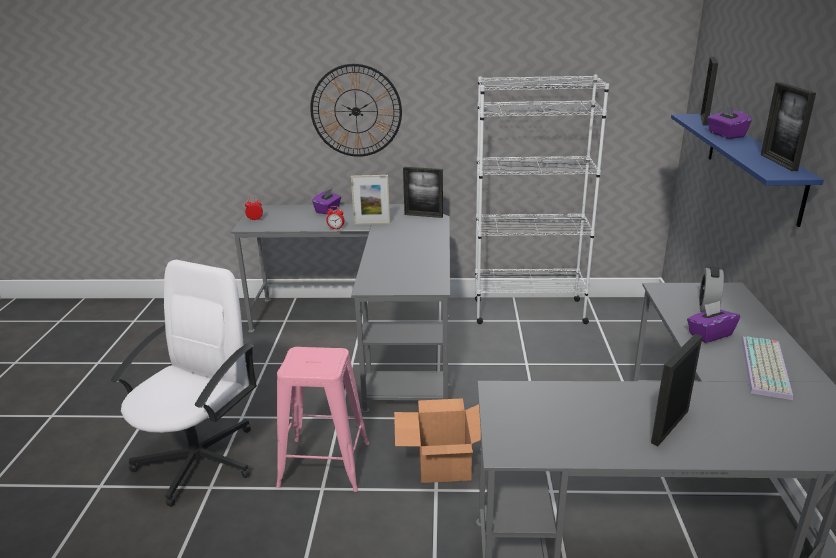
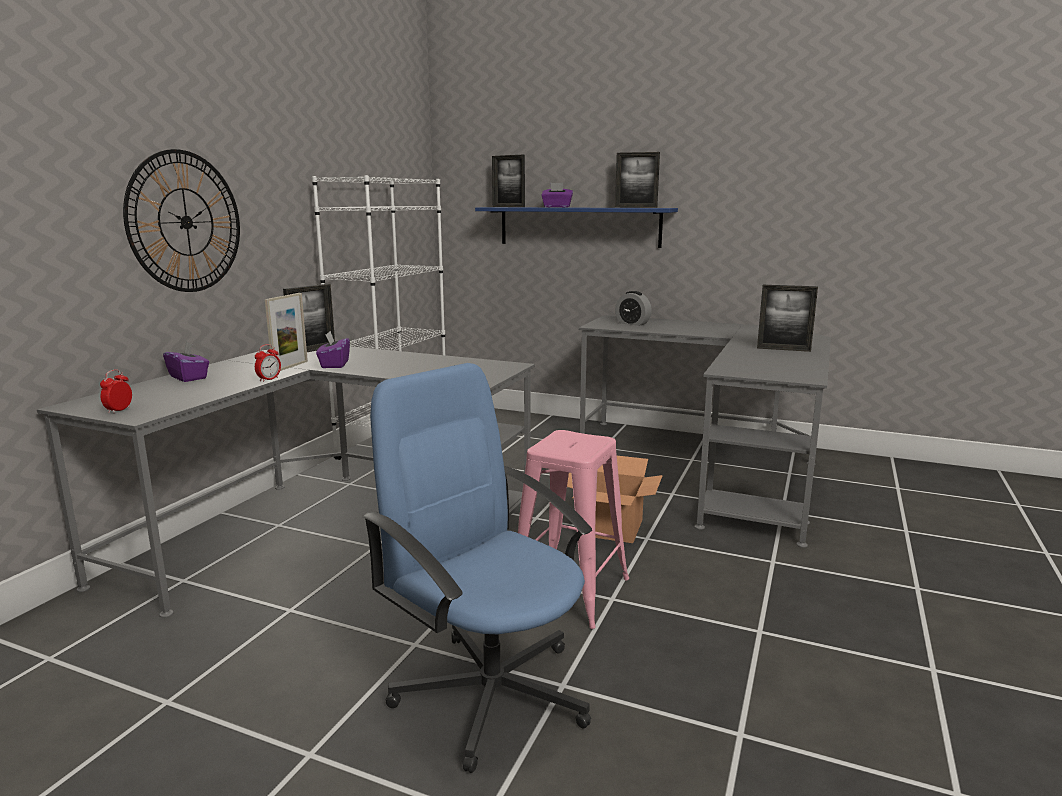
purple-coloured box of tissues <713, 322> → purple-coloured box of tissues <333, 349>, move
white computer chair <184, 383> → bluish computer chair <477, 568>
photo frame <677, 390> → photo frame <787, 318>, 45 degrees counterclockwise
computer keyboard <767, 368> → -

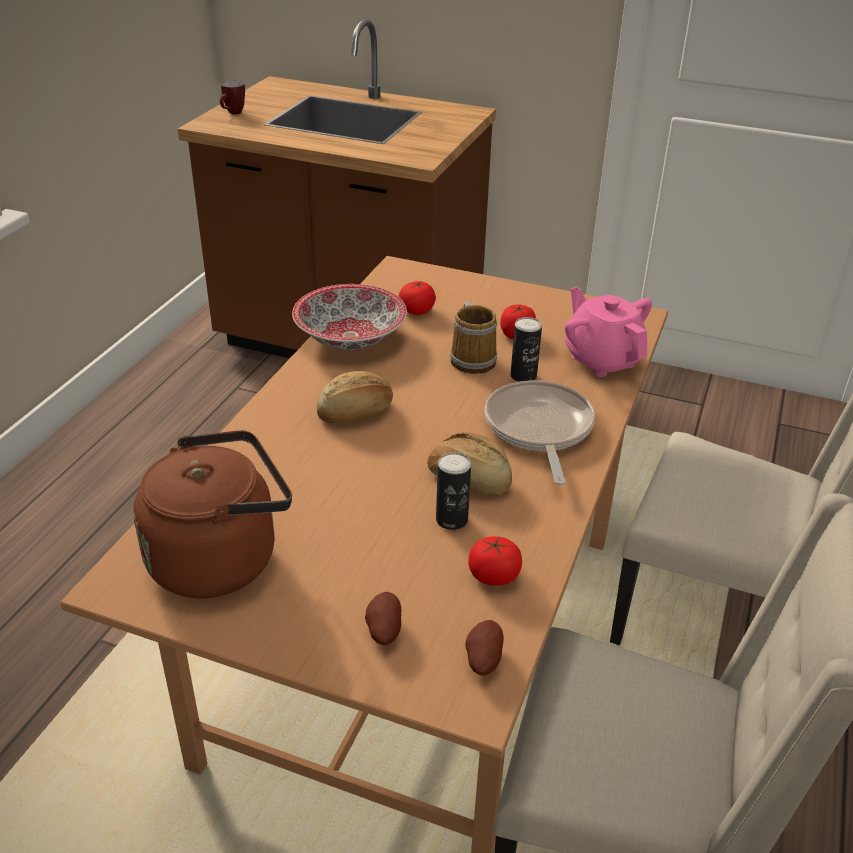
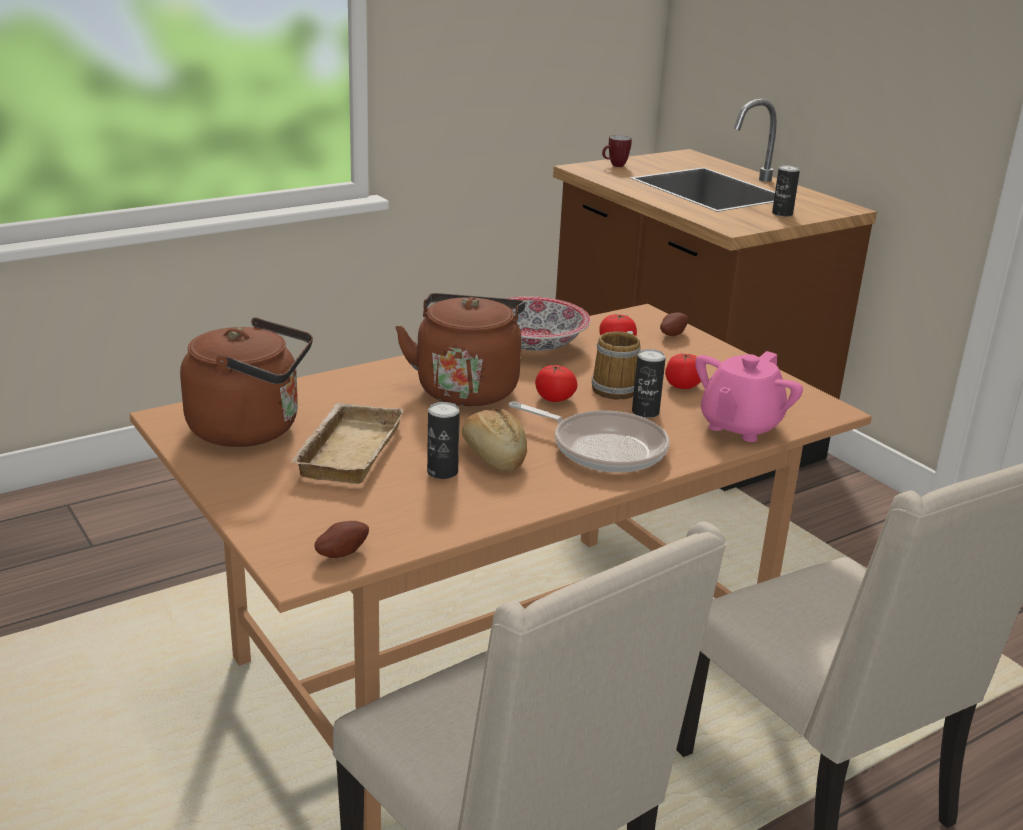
- → sand-coloured serving tray <347, 443>
baked bread <354, 397> → brown water kettle <460, 349>
skillet <540, 432> → skillet <589, 437>, 90 degrees clockwise
tomato <495, 561> → tomato <556, 383>, move
whole potato <383, 618> → whole potato <674, 324>, move
pinkish teapot <608, 332> → pinkish teapot <749, 396>, 150 degrees counterclockwise
- → can <786, 191>

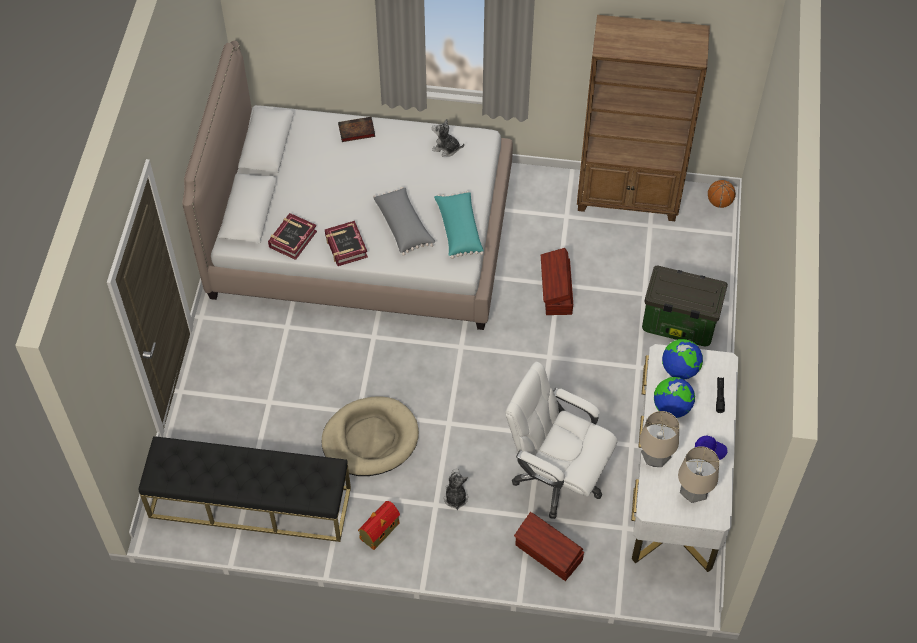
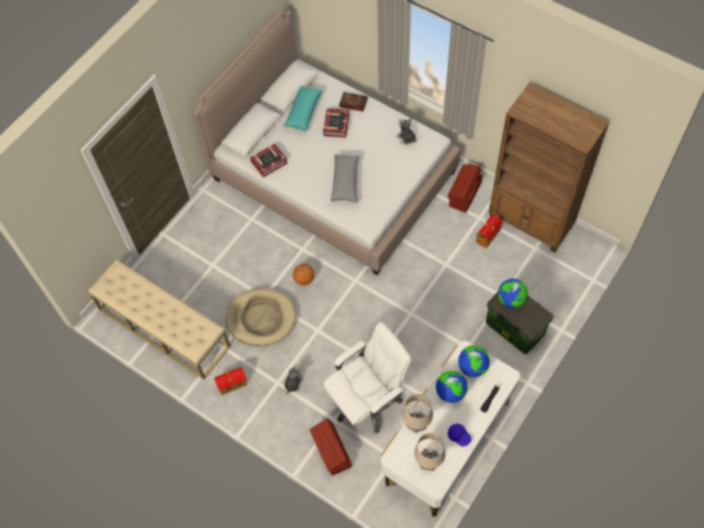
black-coloured indoor bench <245, 489> → sand-coloured indoor bench <159, 319>
blue-green pillow <459, 225> → blue-green pillow <303, 110>, move
ball for basketball <722, 194> → ball for basketball <304, 275>, move
book <346, 243> → book <336, 123>, move
white computer chair <562, 440> → white computer chair <367, 377>, 90 degrees clockwise
brown storage bin <557, 281> → brown storage bin <465, 188>, move
- → miniature house <489, 231>
- → desk globe <513, 293>

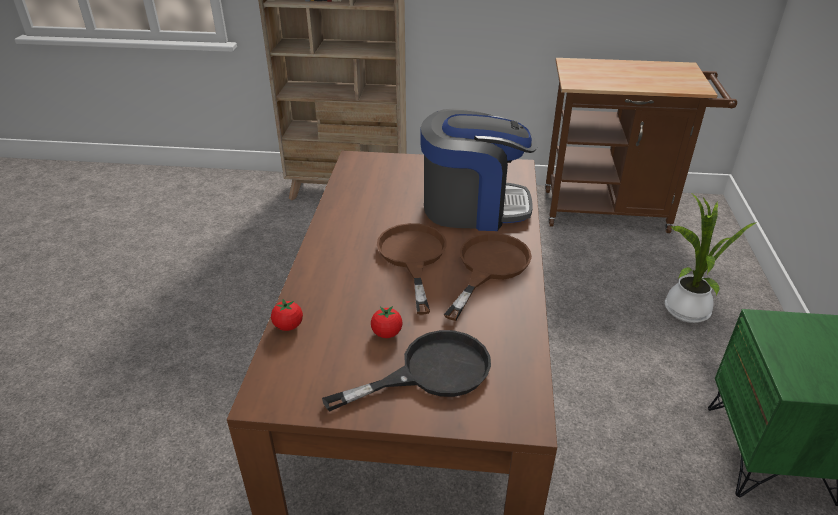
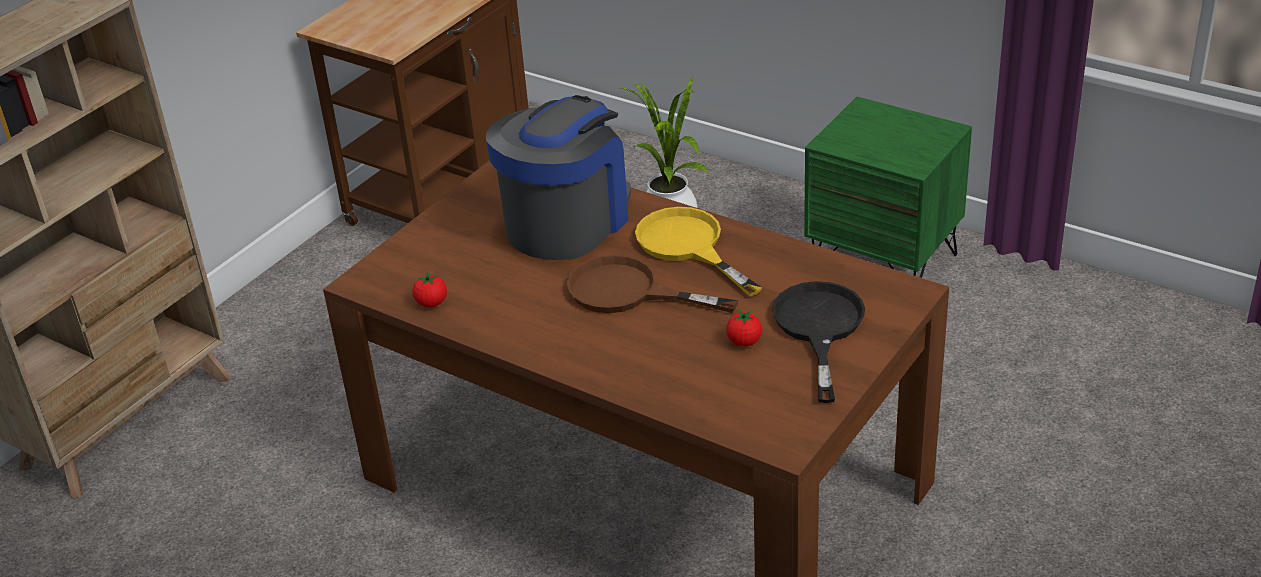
tomato <287, 315> → tomato <429, 289>, move
brown skillet <488, 277> → yellow-coloured skillet <698, 251>

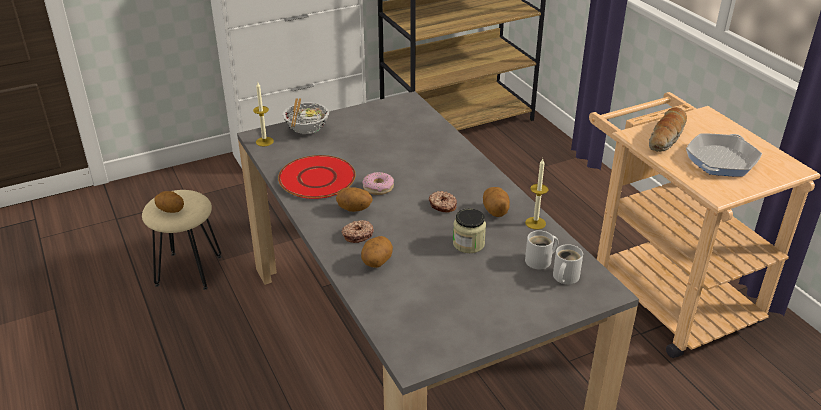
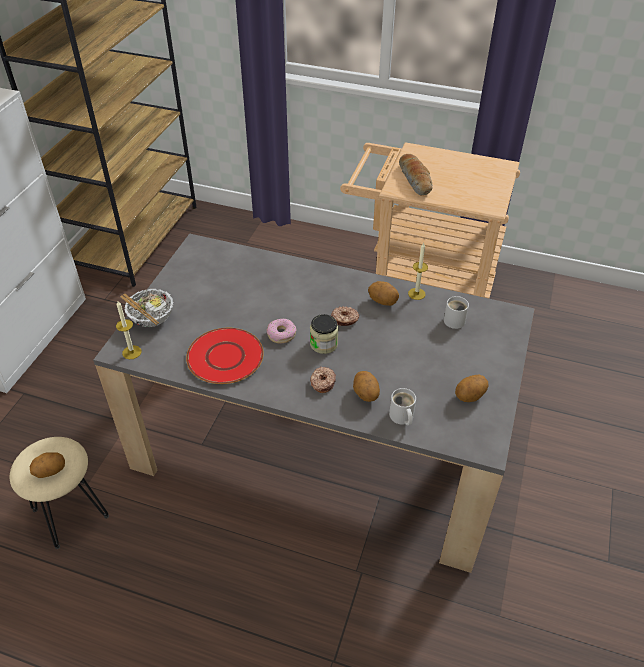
preserve jar <469, 230> → preserve jar <324, 334>, move
white mug <568, 264> → white mug <402, 407>, move
whole potato <354, 199> → whole potato <472, 388>, move
skillet <724, 155> → -

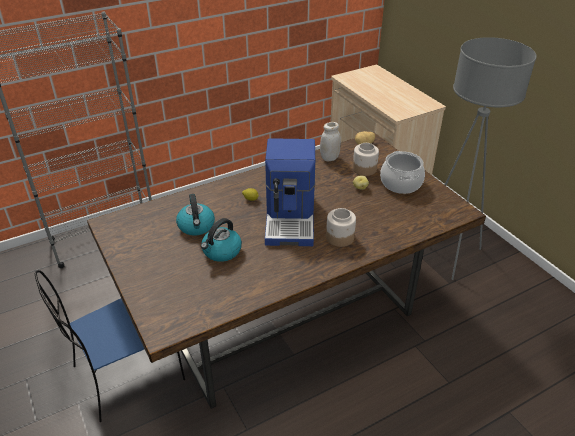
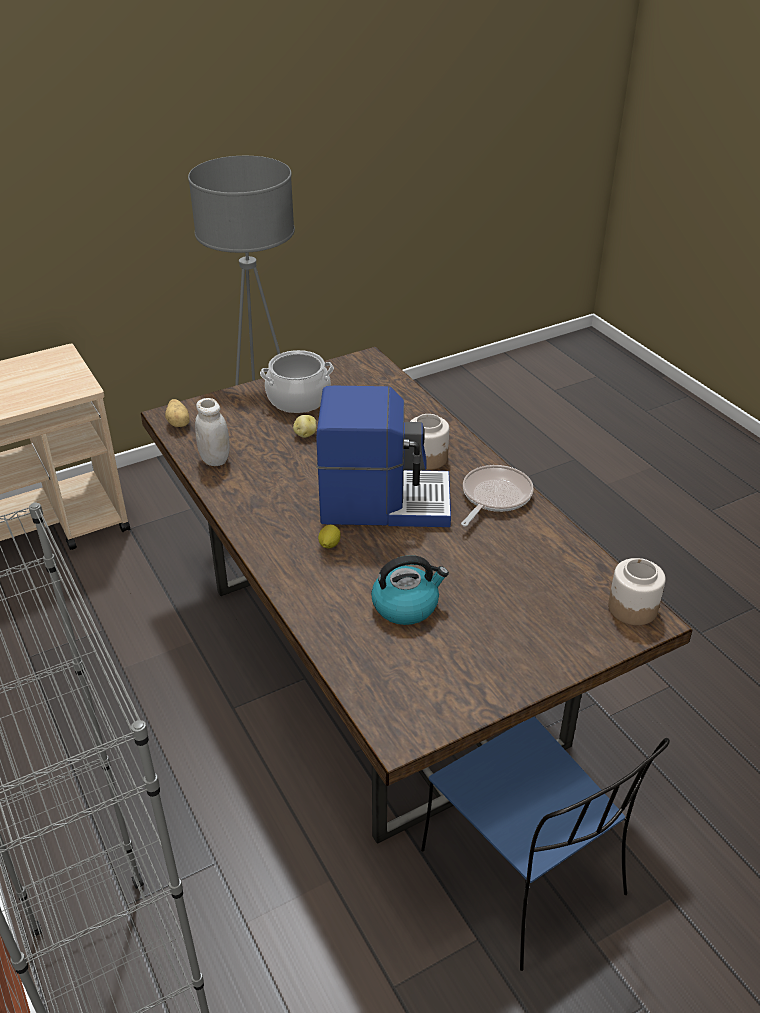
- → skillet <497, 495>
preserve jar <366, 159> → preserve jar <637, 591>, move
water kettle <221, 240> → -

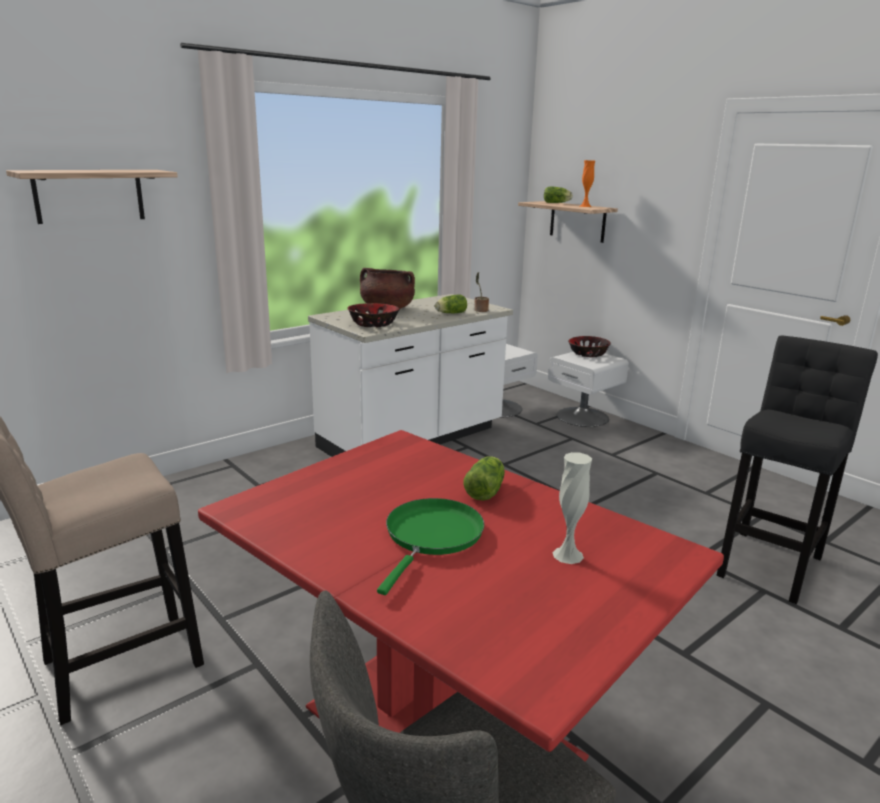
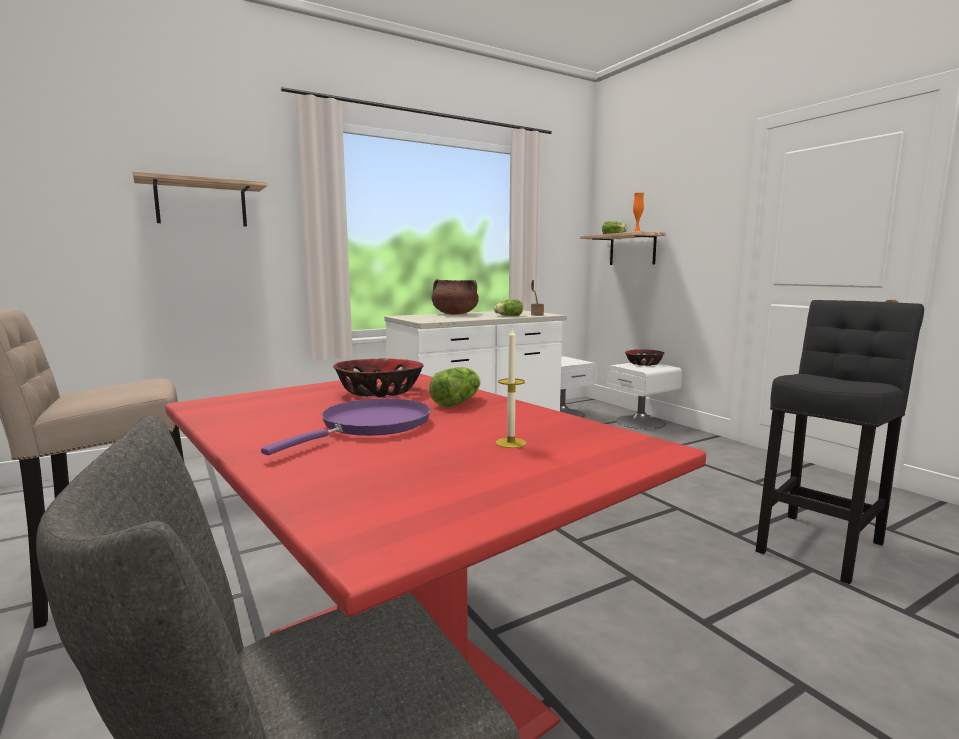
green skillet <430, 546> → purple-coloured skillet <346, 426>
serving bowl <373, 315> → serving bowl <378, 378>, move
white flower vase <572, 508> → candle <511, 388>

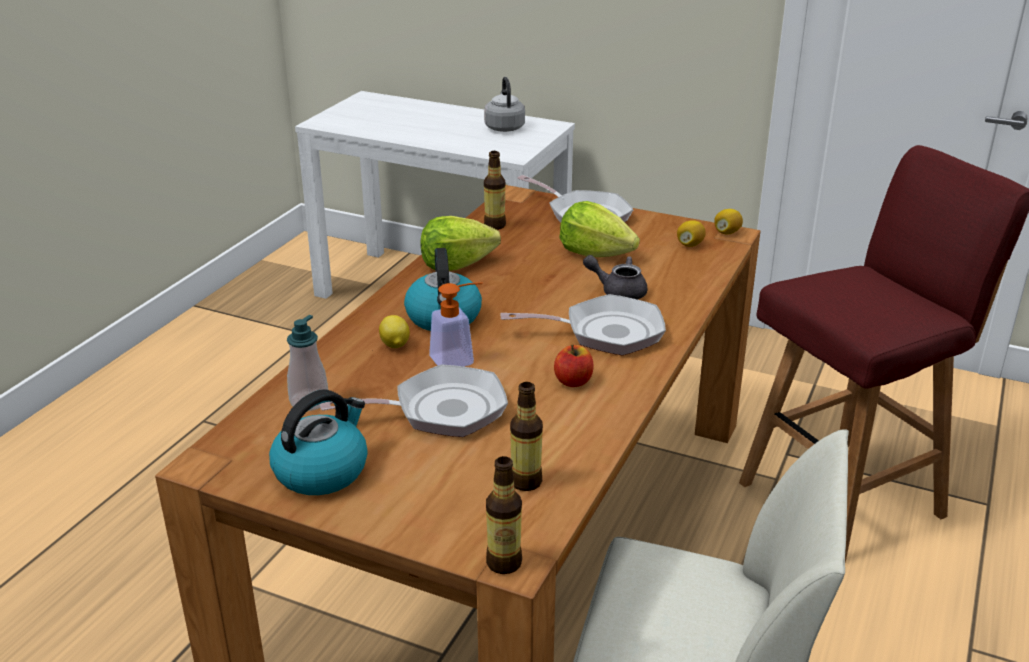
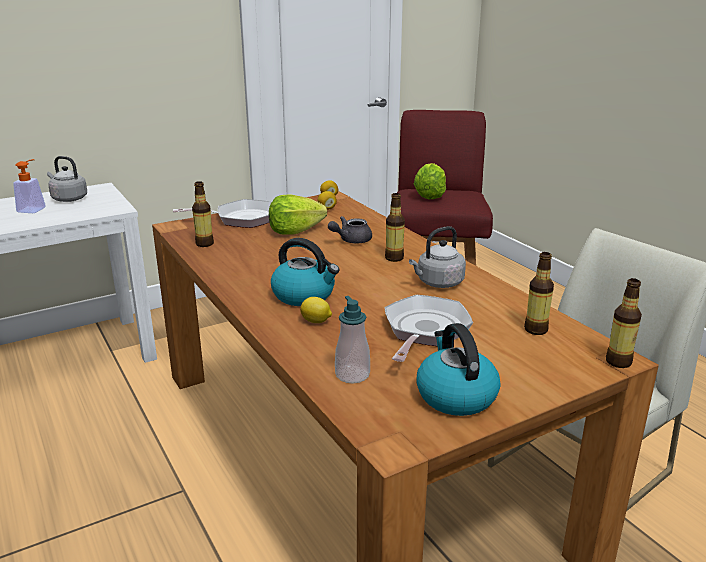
soap dispenser <456, 324> → soap dispenser <29, 186>, move
skillet <583, 324> → beverage bottle <395, 227>
apple <573, 366> → grey water kettle <437, 257>
lettuce <461, 243> → lettuce <430, 181>, move

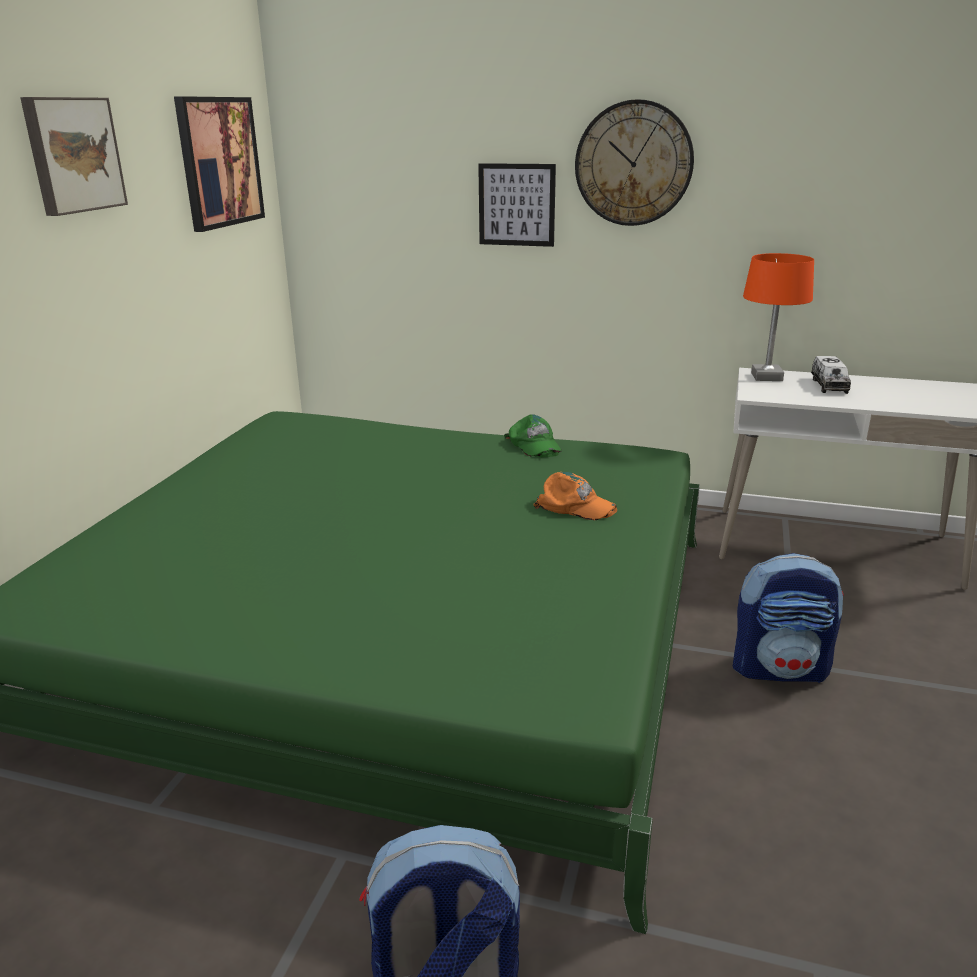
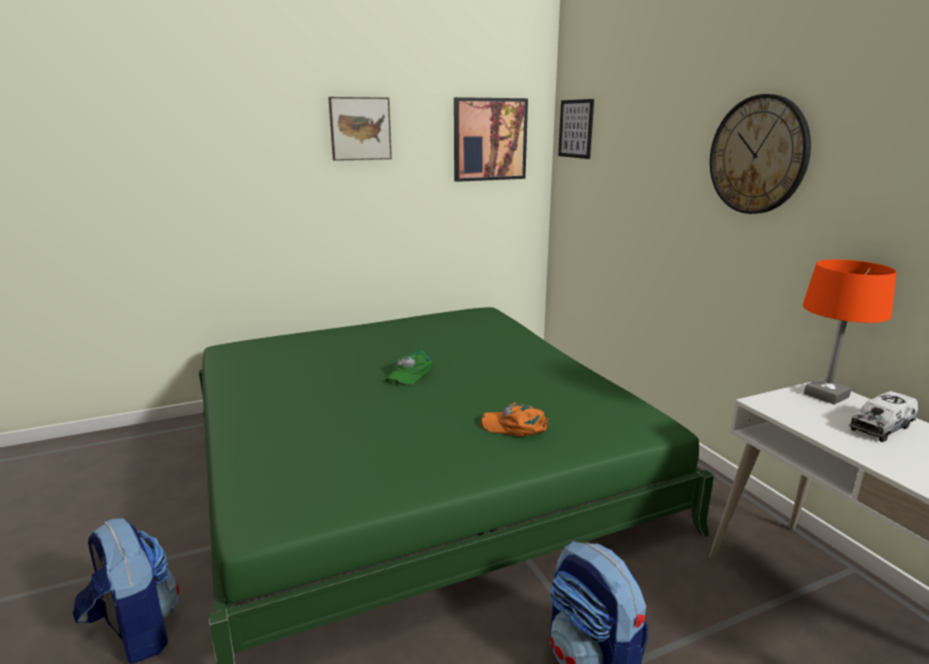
green cap <532, 435> → green cap <409, 368>, move
orangey cap <575, 496> → orangey cap <514, 420>, 120 degrees clockwise
picture <517, 205> → picture <576, 129>, move

